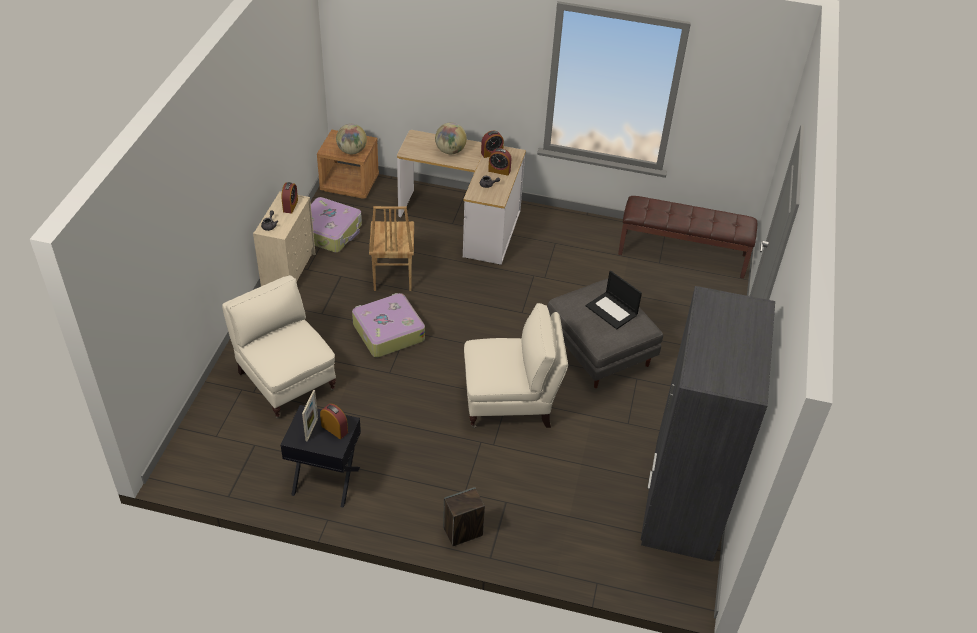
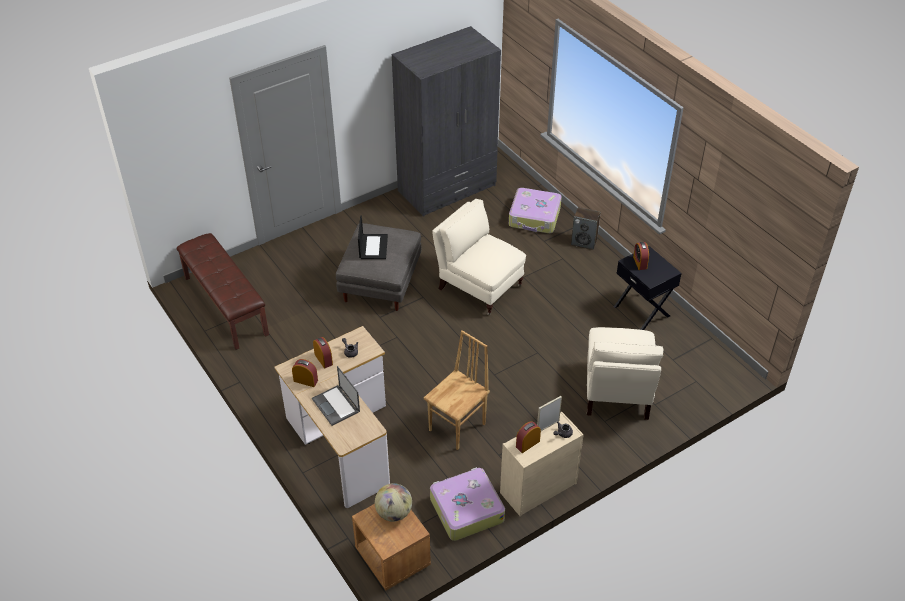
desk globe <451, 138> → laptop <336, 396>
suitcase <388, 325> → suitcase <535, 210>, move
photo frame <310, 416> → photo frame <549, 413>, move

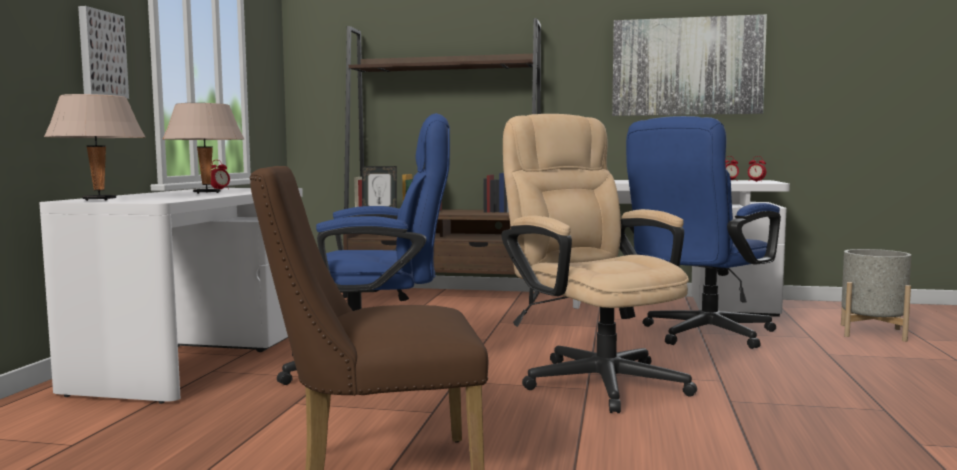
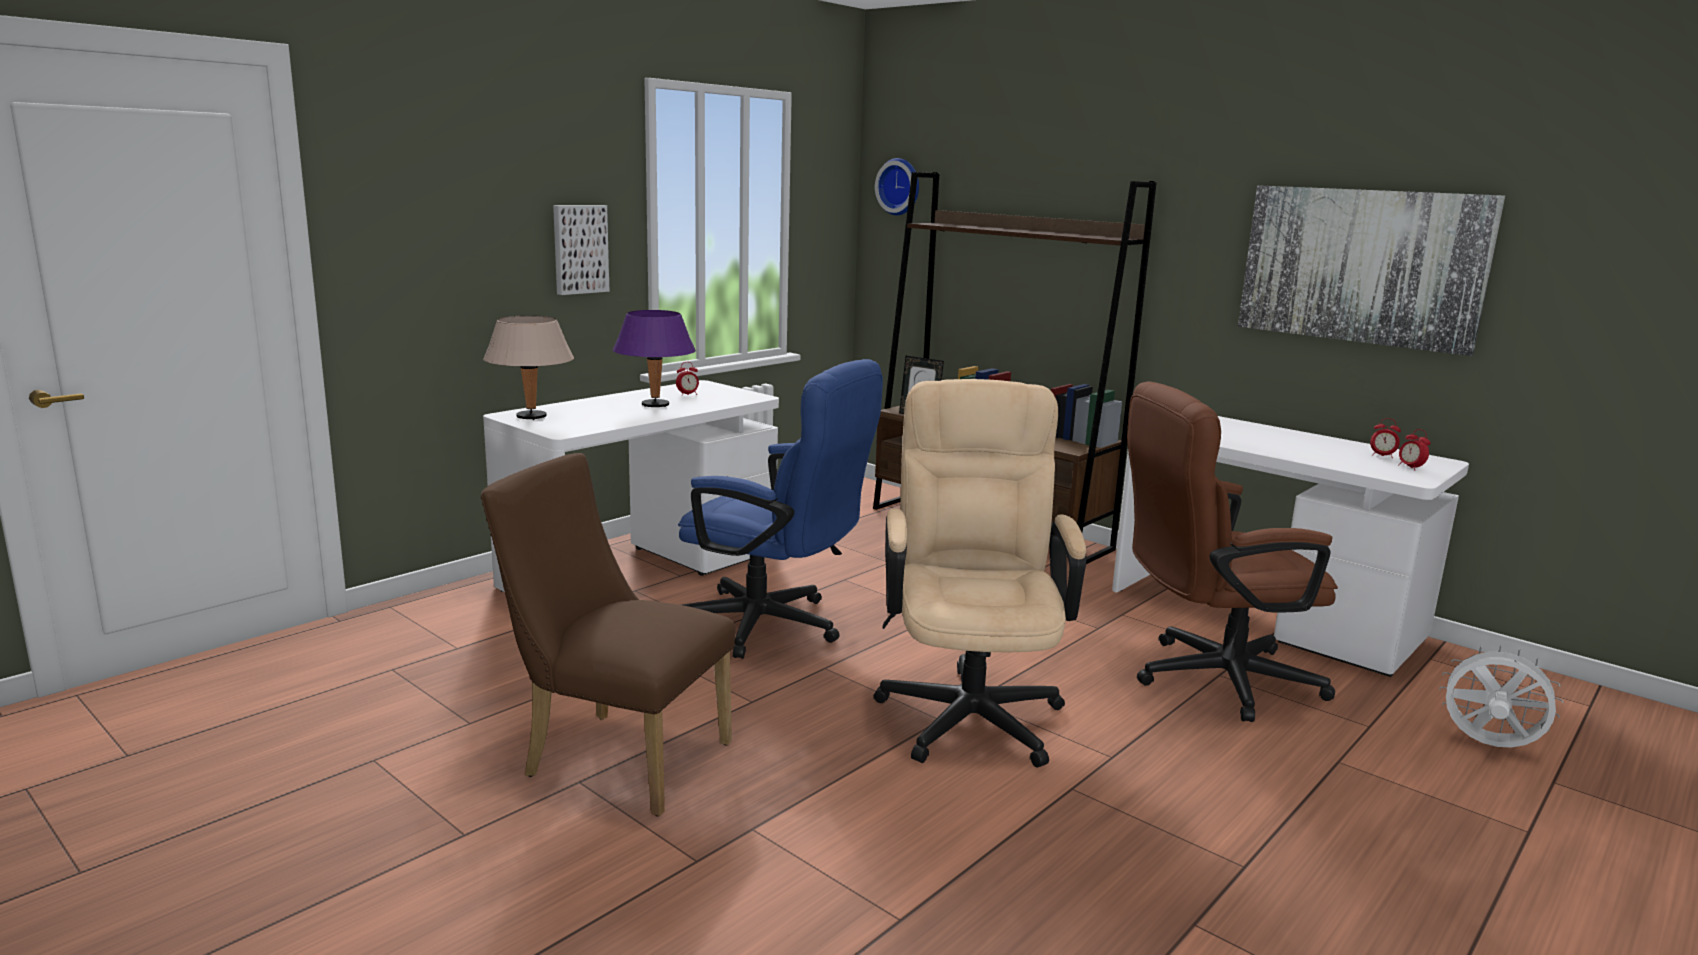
sand-coloured table lamp <203, 148> → purple-coloured table lamp <654, 358>
- → clock on the wall <897, 186>
bluish computer chair <703, 232> → brown computer chair <1232, 551>
grey planter <876, 295> → white electric fan <1501, 696>

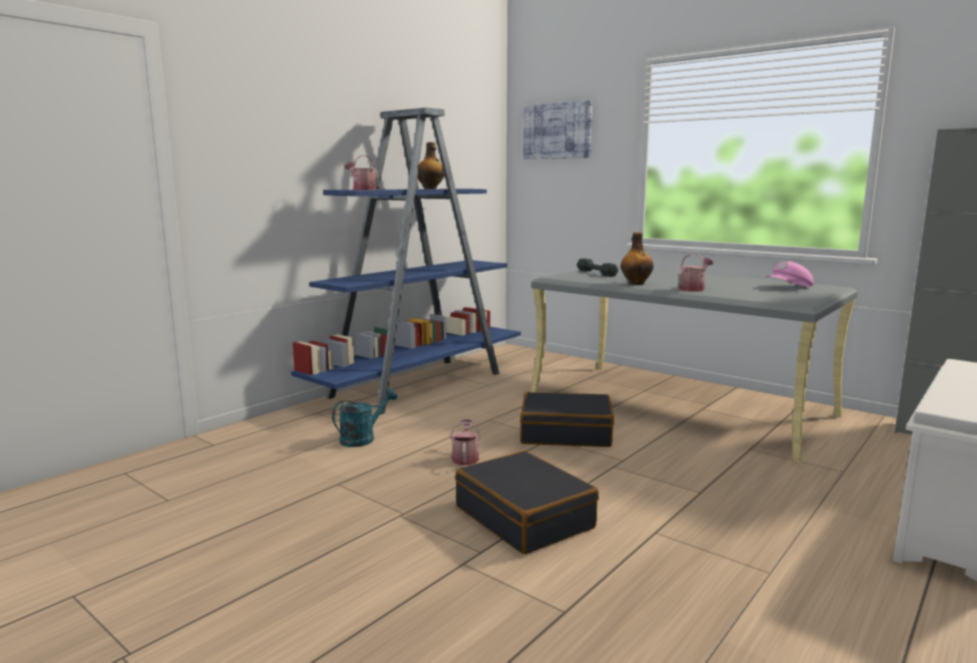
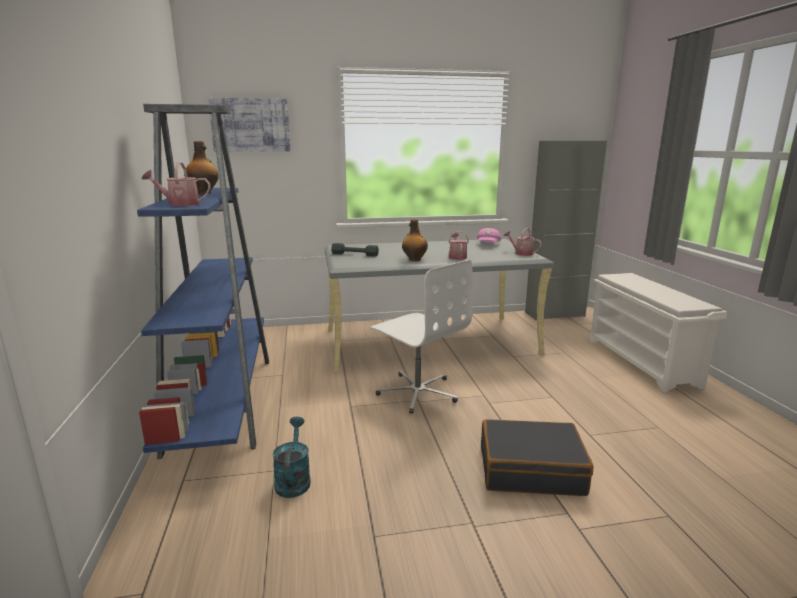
black-coloured suitcase <567, 419> → white computer chair <421, 337>
watering pot <465, 442> → watering pot <523, 242>, move

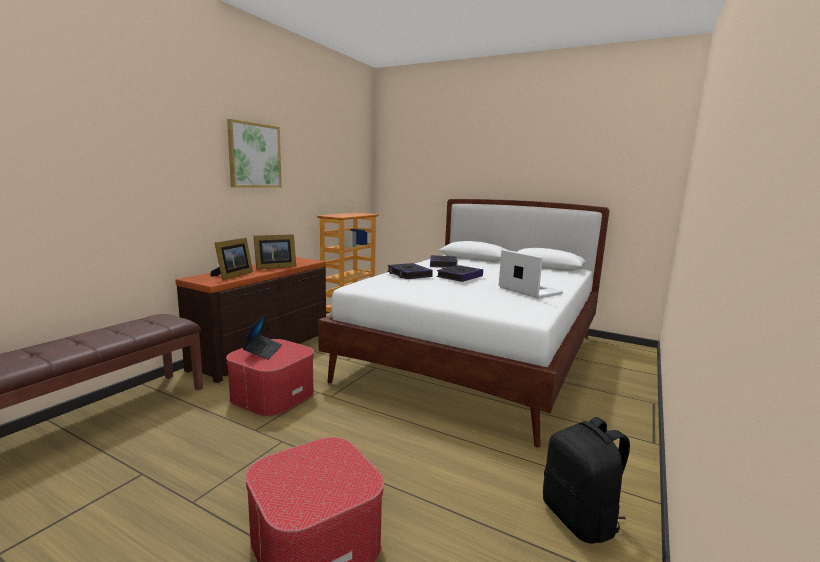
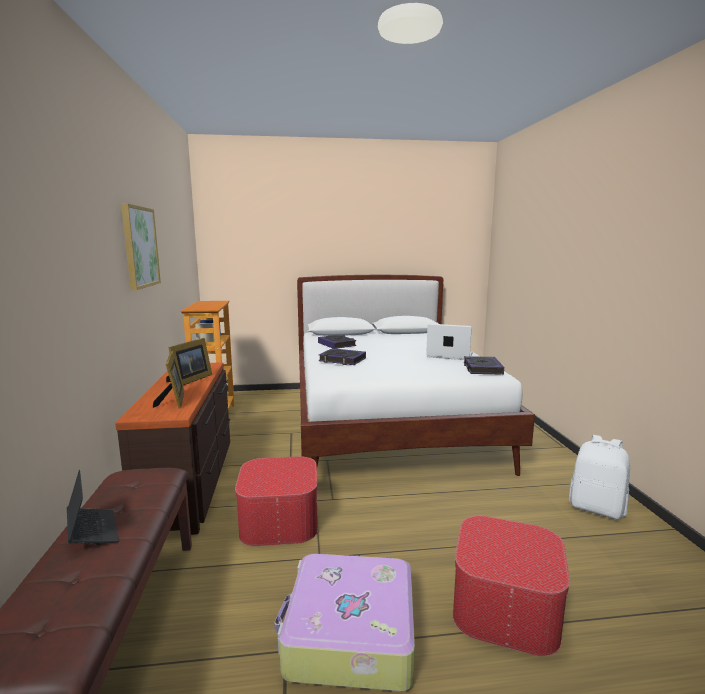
laptop <262, 337> → laptop <93, 506>, move
- → suitcase <345, 623>
book <460, 273> → book <484, 365>, move
black-coloured knapsack <586, 480> → white knapsack <599, 477>

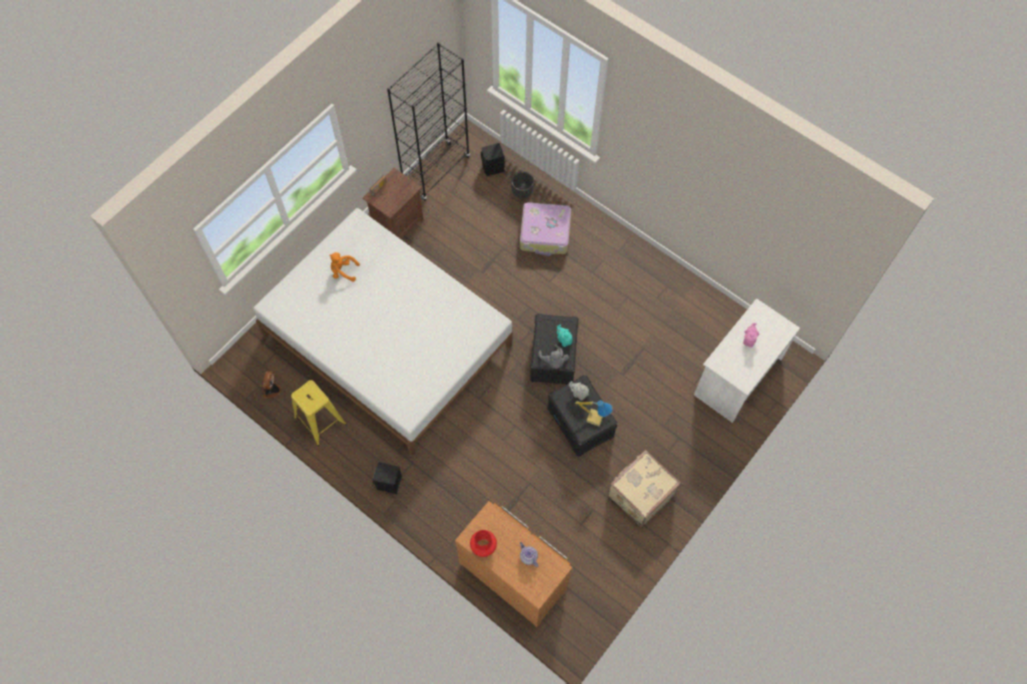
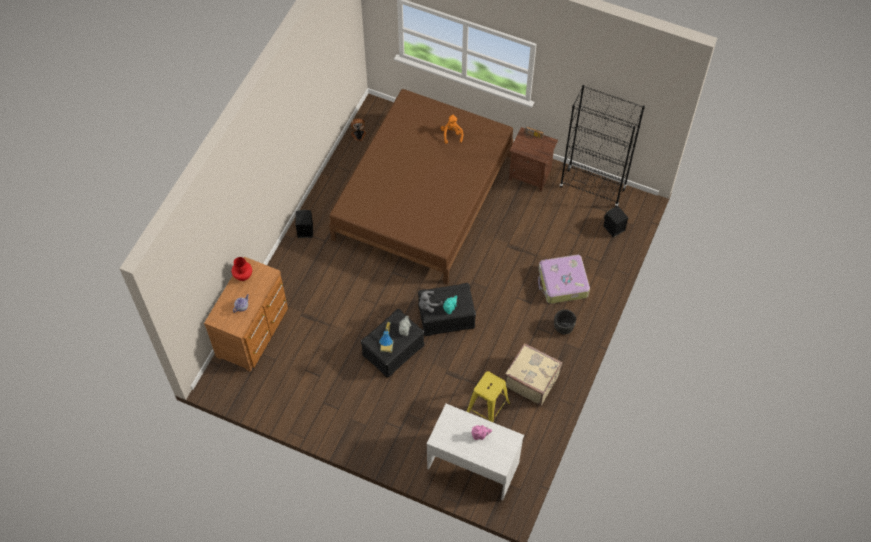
white sleeping bed <383, 332> → brown sleeping bed <421, 186>
yellow-coloured sitting stool <319, 413> → yellow-coloured sitting stool <488, 396>, move
sand-coloured suitcase <644, 488> → sand-coloured suitcase <534, 374>, move
black-coloured planter <522, 185> → black-coloured planter <565, 321>, move

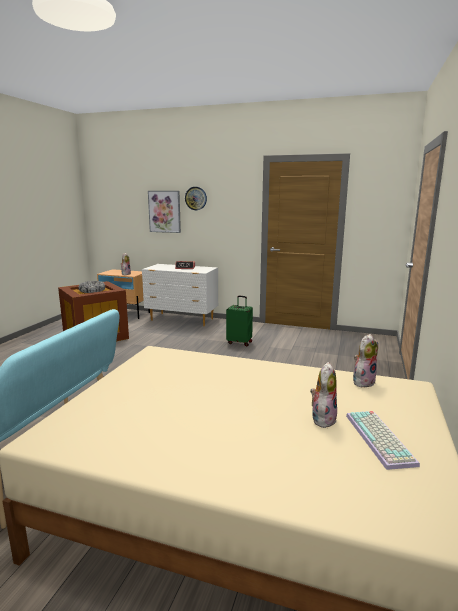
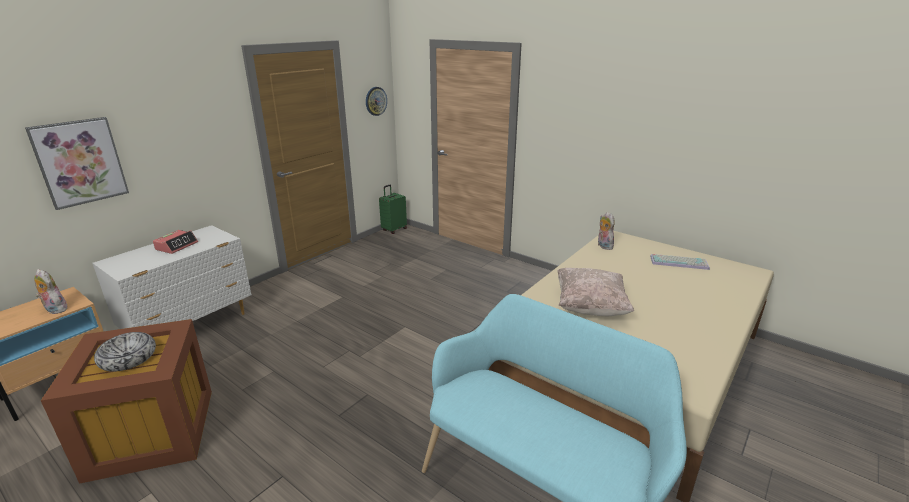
clock on the wall <196, 198> → clock on the wall <376, 101>, move
green suitcase <239, 321> → green suitcase <393, 209>, move
- → sand-coloured pillow <595, 292>
cuddly toy <323, 395> → -

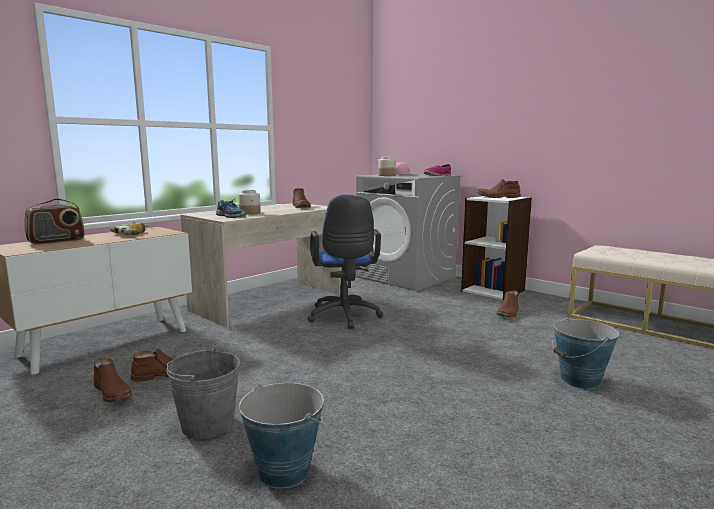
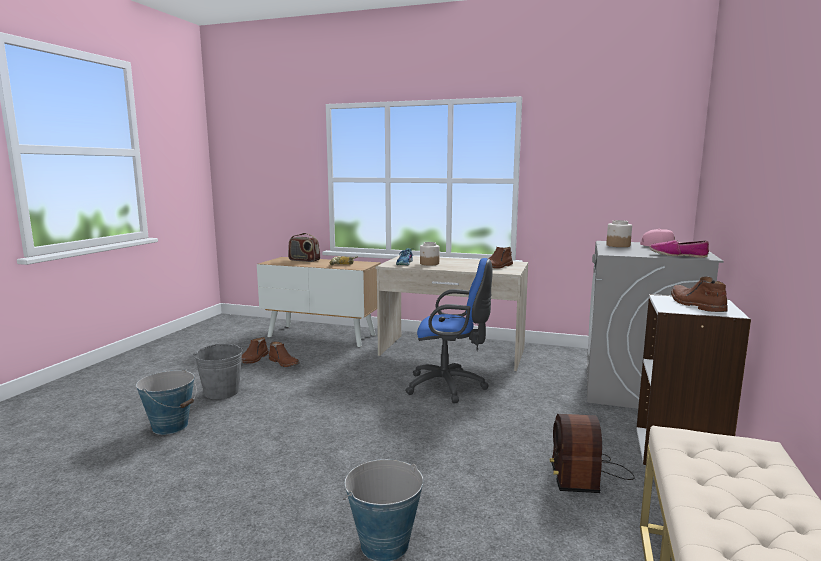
bluish computer chair <345, 262> → bluish computer chair <449, 330>, 135 degrees counterclockwise
brown high-top boot <508, 303> → radio receiver <592, 453>

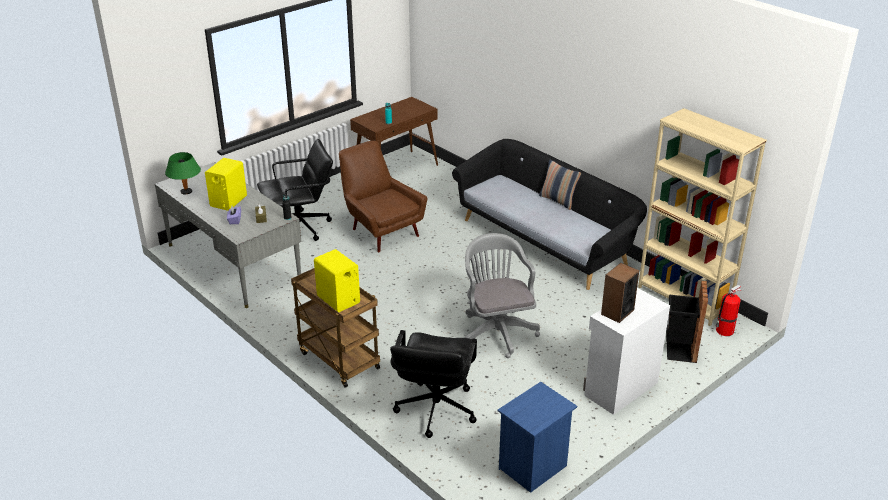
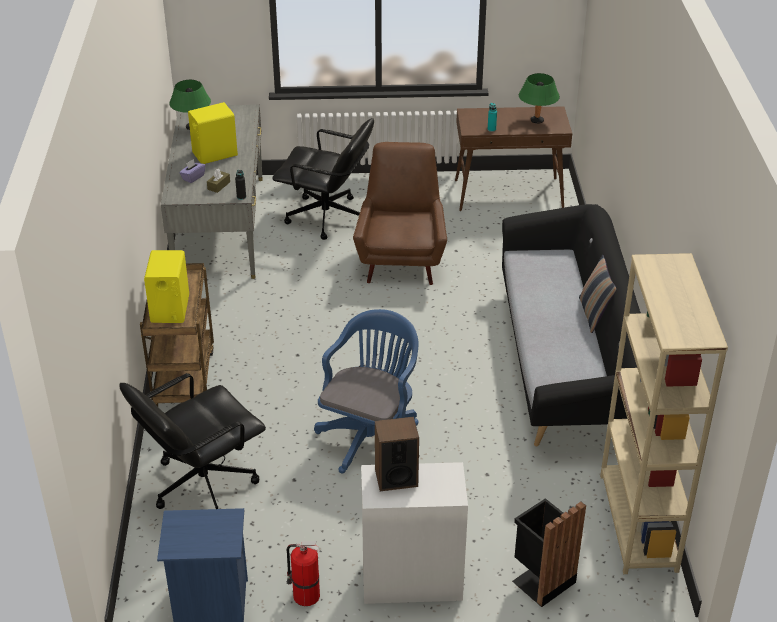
extinguisher <728, 310> → extinguisher <303, 573>, move
grey computer chair <502, 295> → bluish computer chair <366, 391>
- → green table lamp <539, 98>

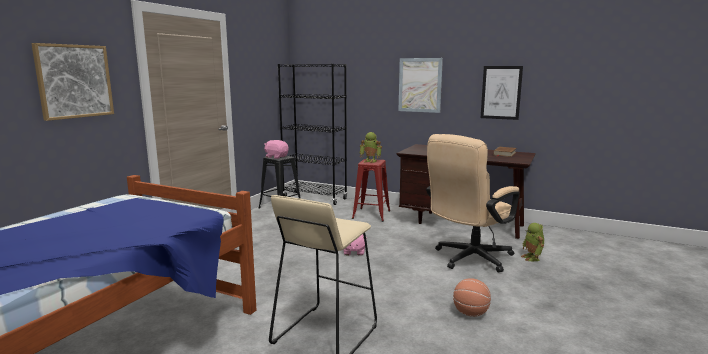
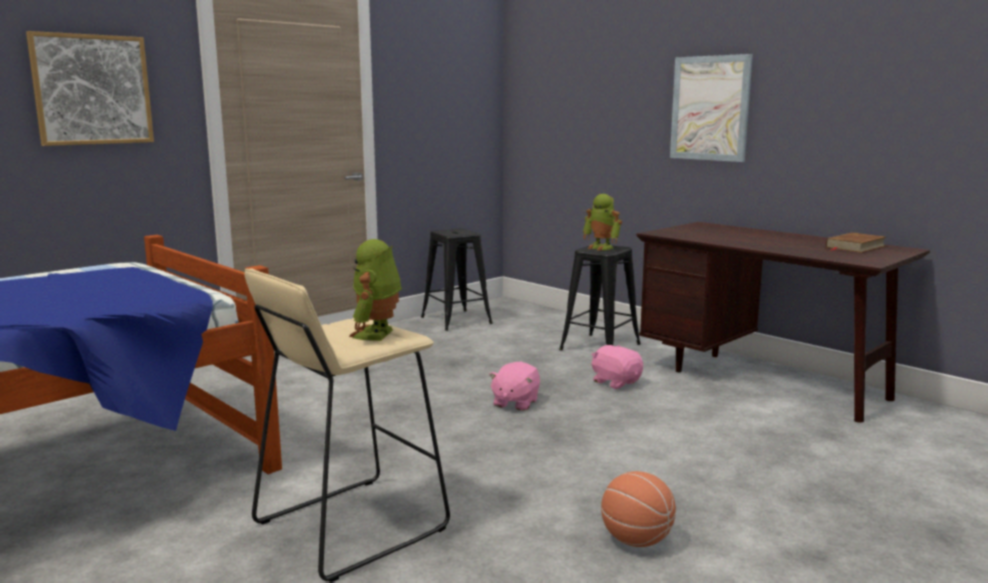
toy robot <532, 242> → toy robot <375, 290>, move
red-coloured sitting stool <371, 190> → black-coloured sitting stool <600, 298>
pinkish cuddly toy <276, 149> → pinkish cuddly toy <617, 367>, move
black-coloured bookcase <312, 134> → -
sand-coloured computer chair <472, 203> → -
picture <502, 93> → -

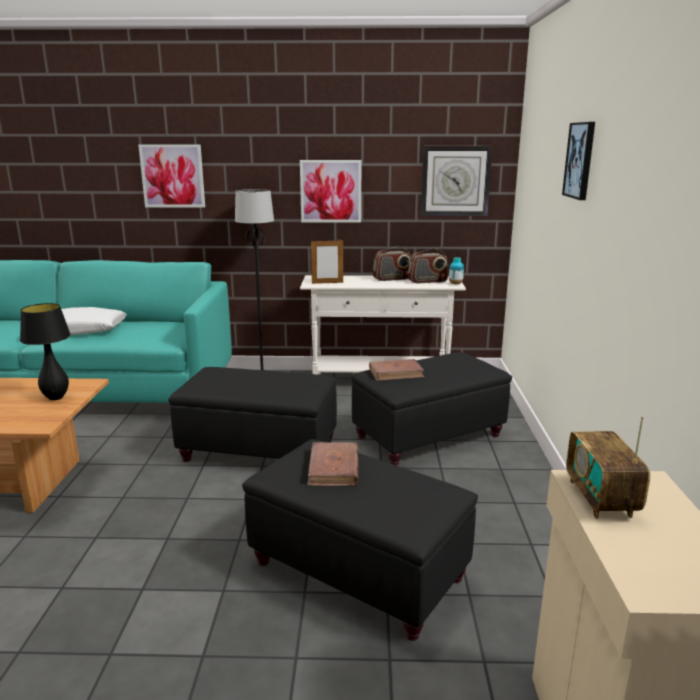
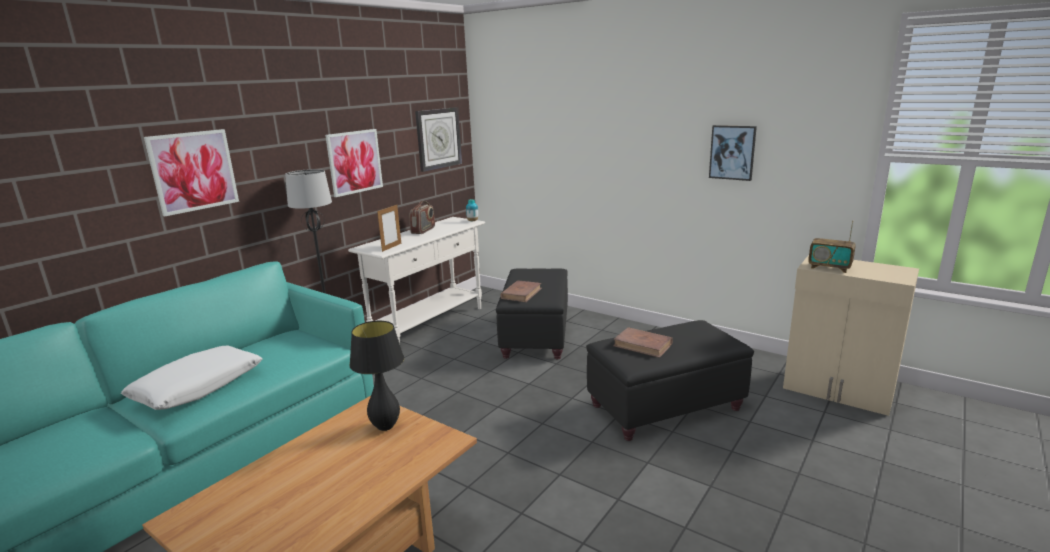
picture <578, 161> → picture <733, 153>, move
black-coloured ottoman <252, 414> → -
radio receiver <428, 265> → -

